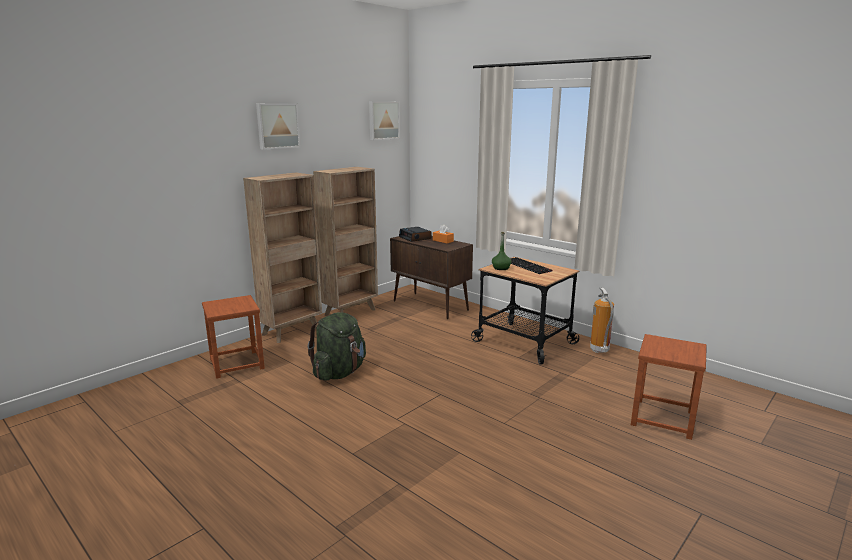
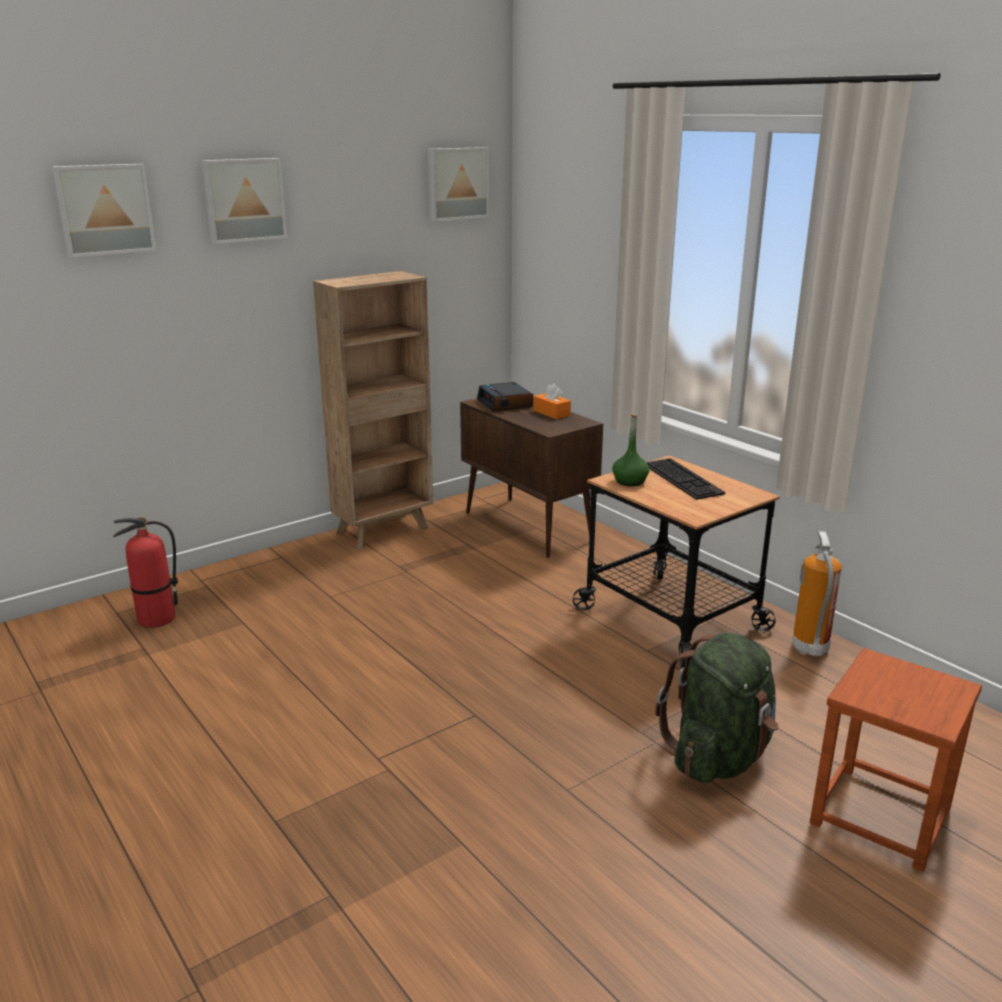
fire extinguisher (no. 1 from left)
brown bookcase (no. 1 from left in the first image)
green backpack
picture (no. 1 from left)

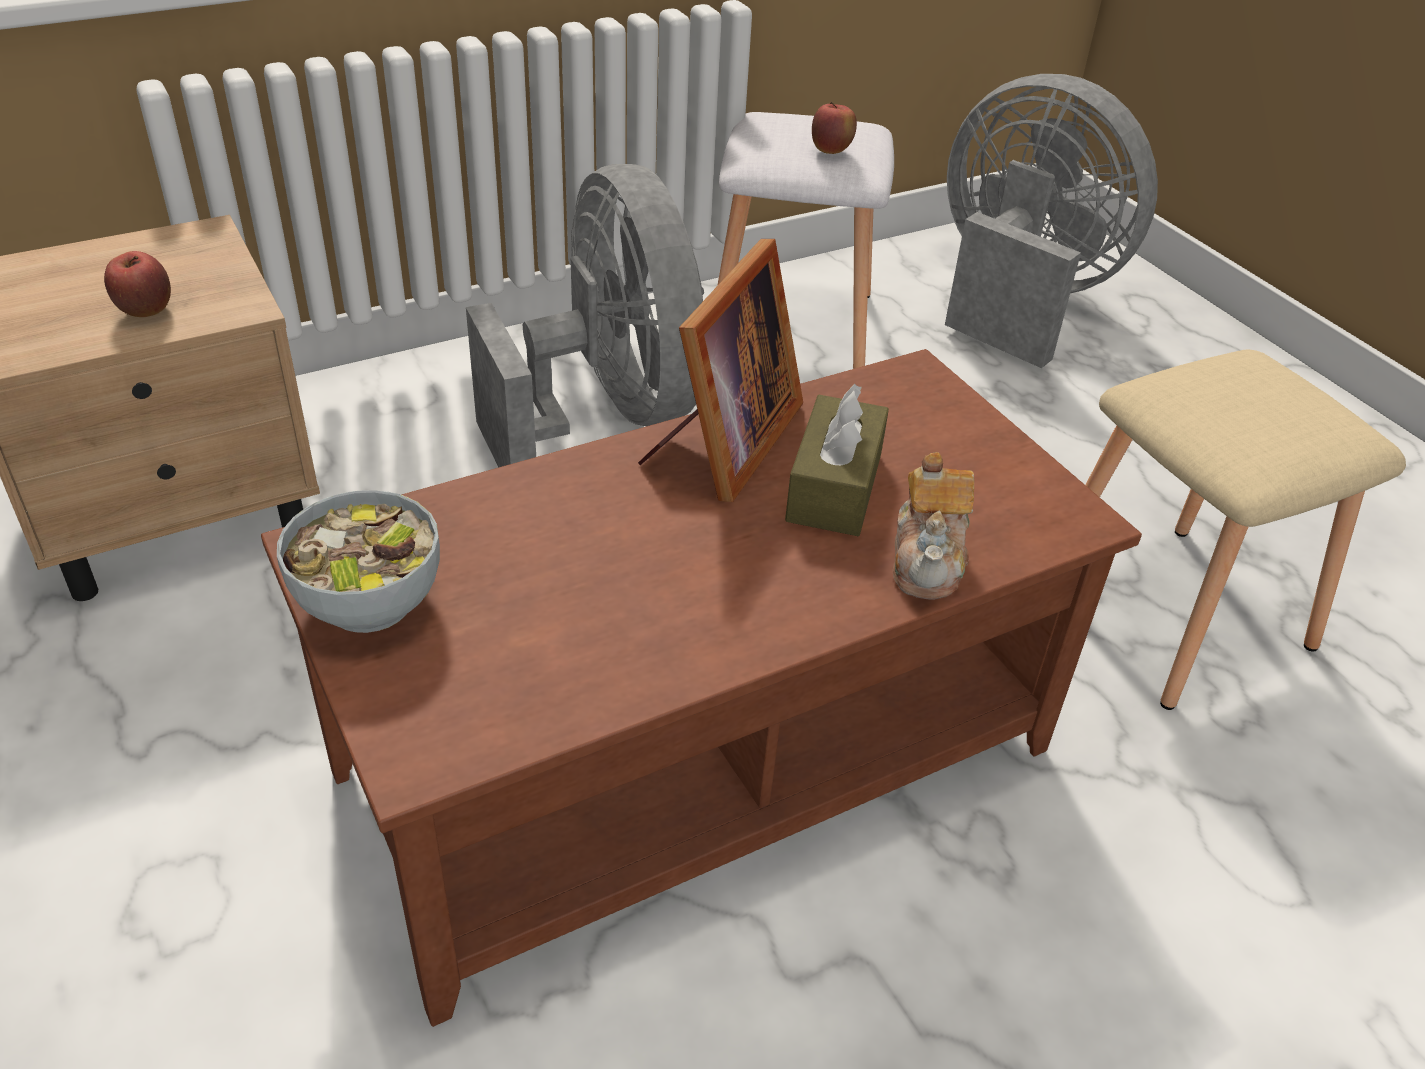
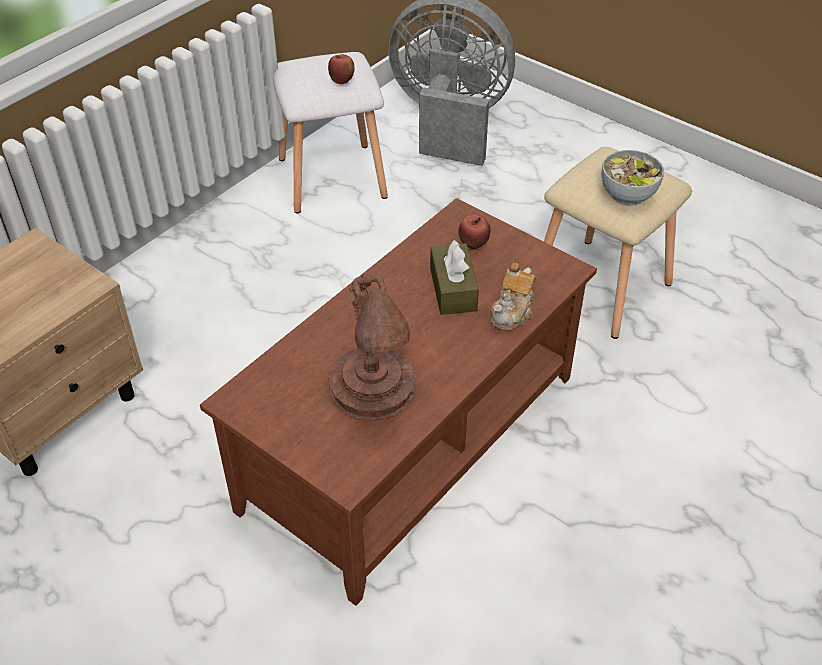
apple (no. 2 from left)
bowl
grey fan (no. 1 from left in the first image)
picture frame
teapot
brown table lamp

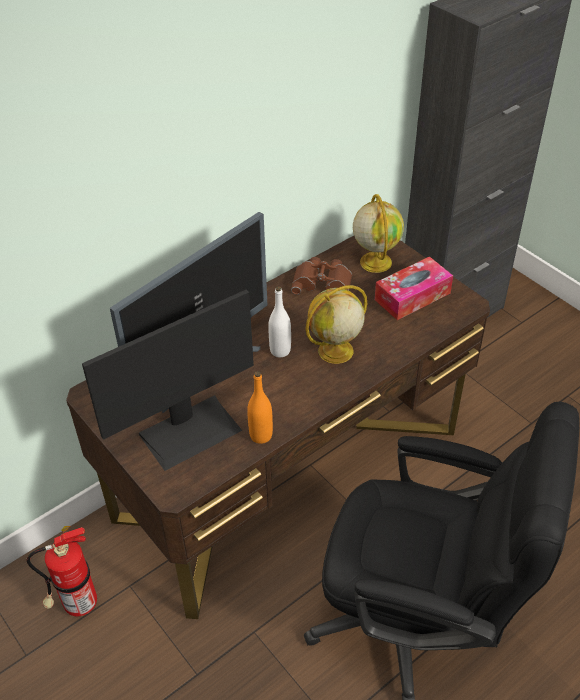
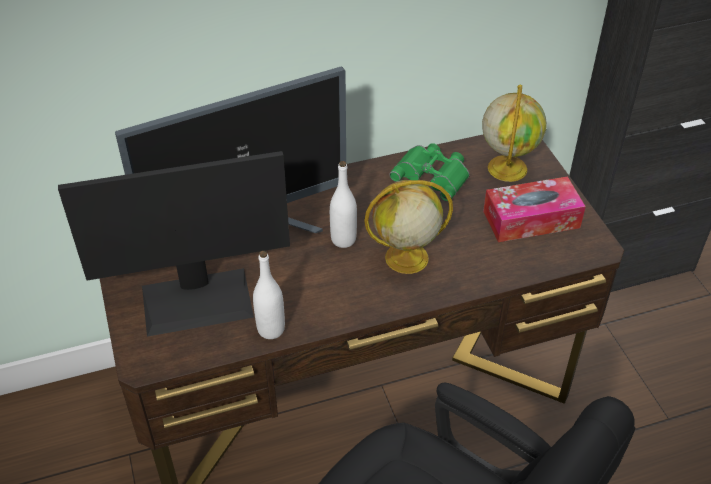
fire extinguisher
white bottle (no. 1 from left)
green binoculars

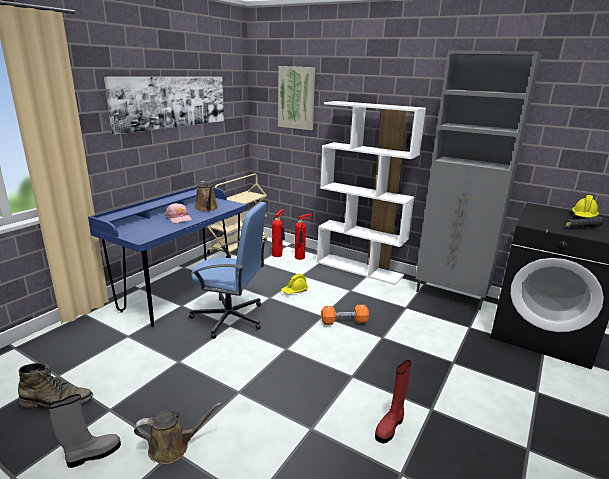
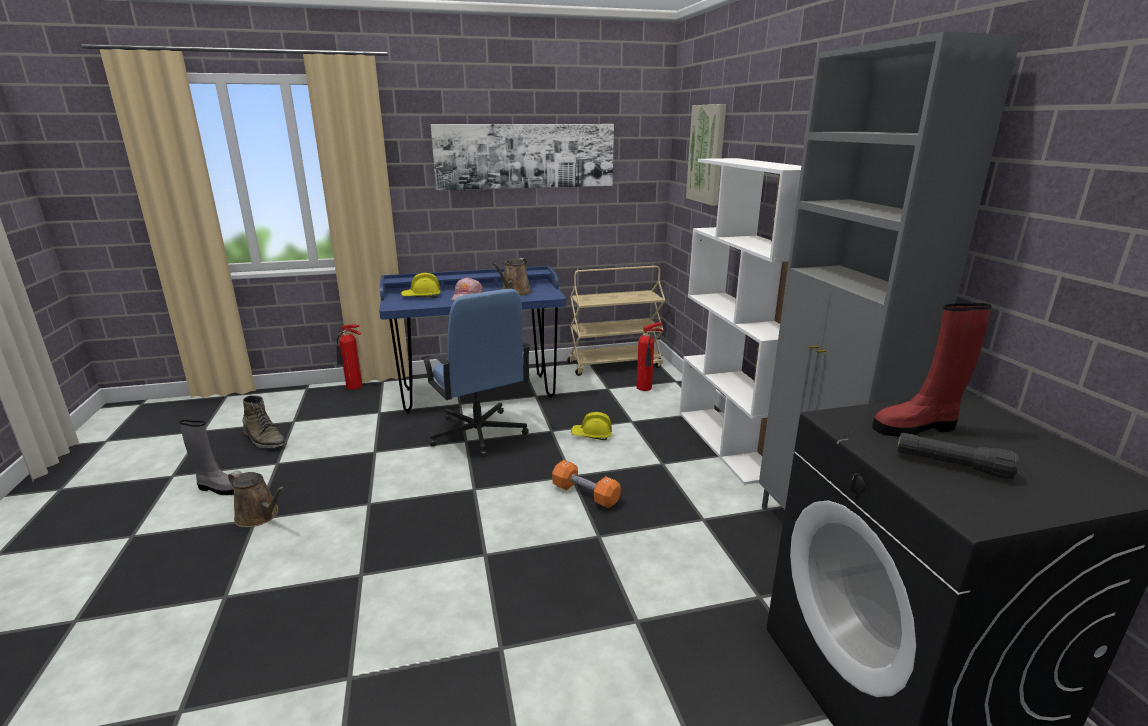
fire extinguisher (no. 1 from left)
red boot
yellow hard hat (no. 1 from left)

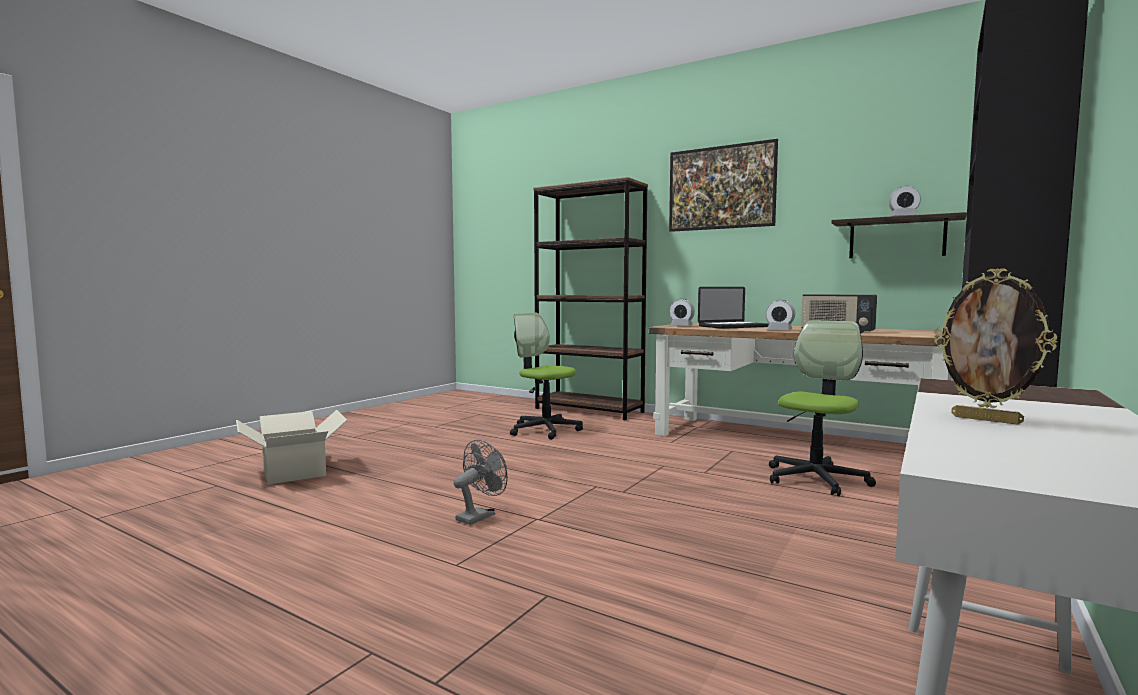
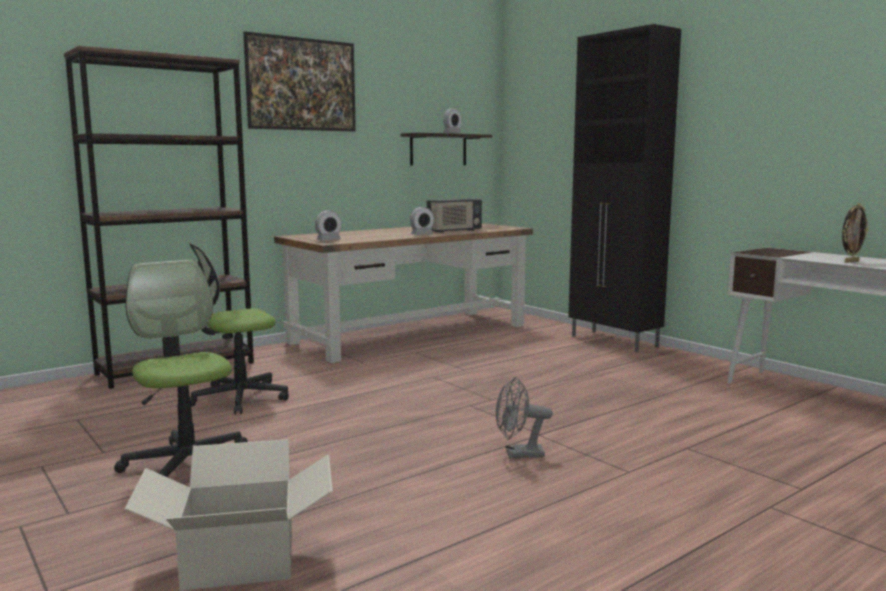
grey fan
laptop
office chair (no. 1 from left)

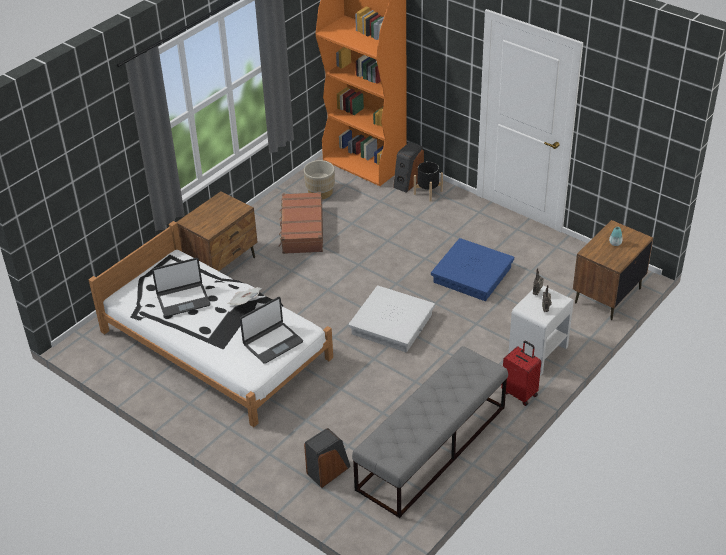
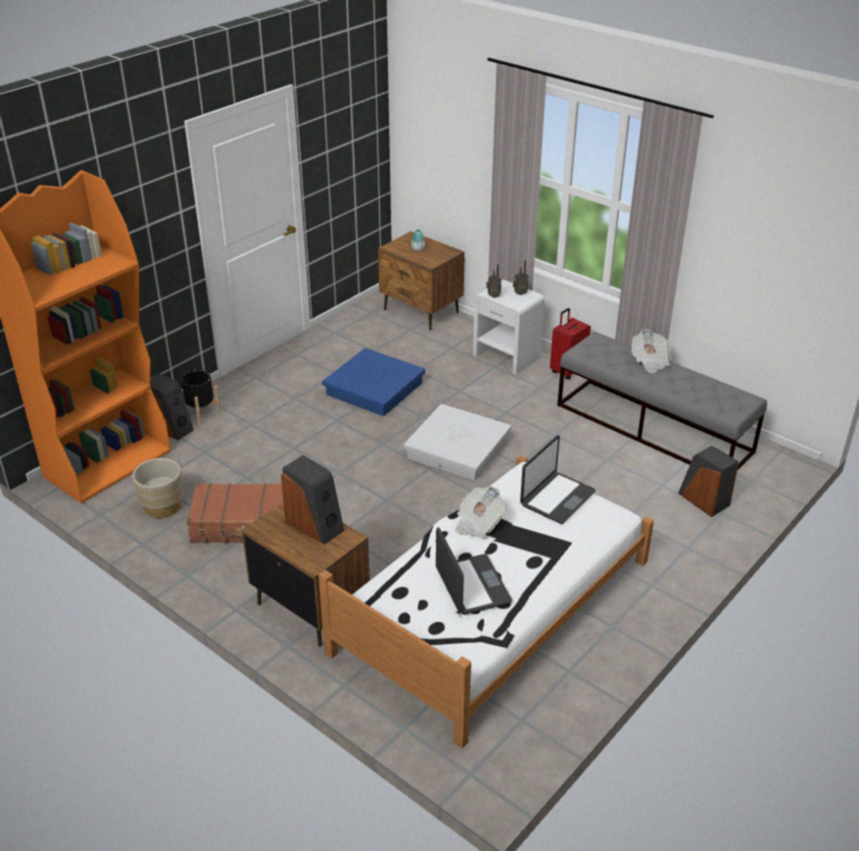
laptop (no. 2 from left)
speaker (no. 2 from left)
newspaper (no. 2 from left)

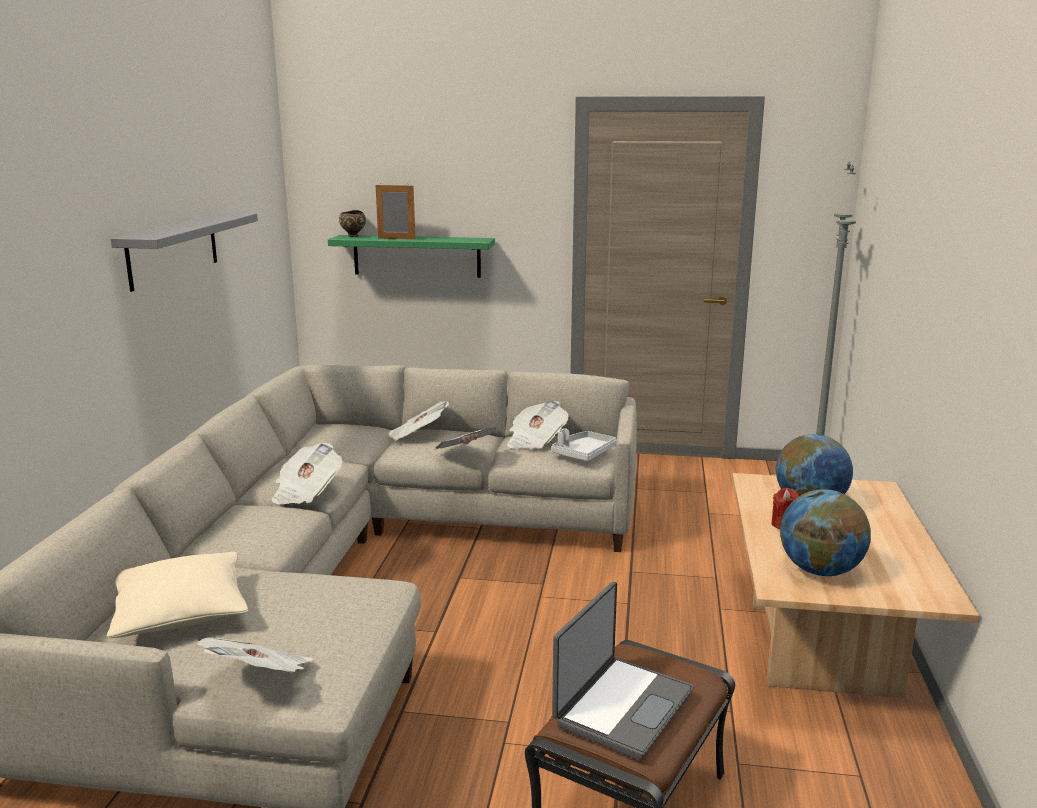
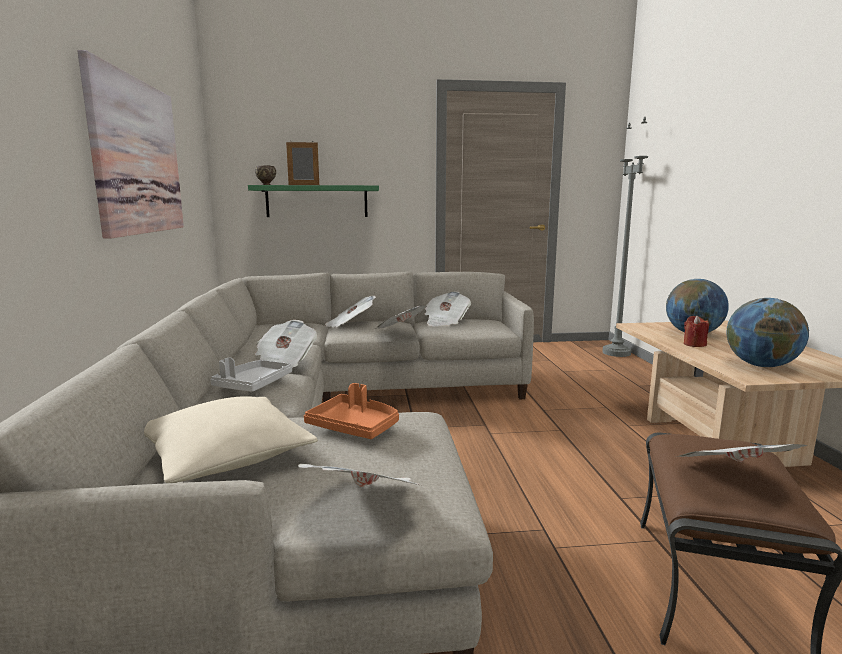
picture
grey tray
newspaper (no. 6 from left)
orange tray

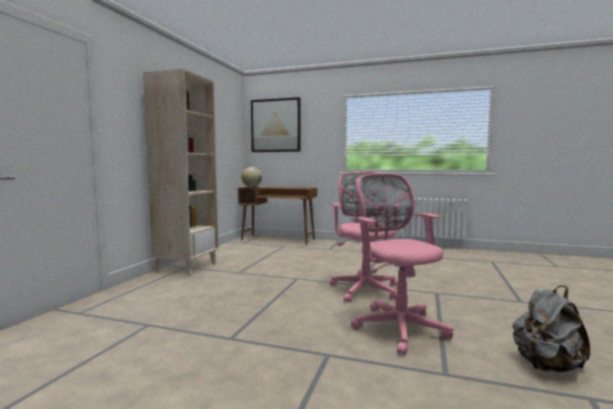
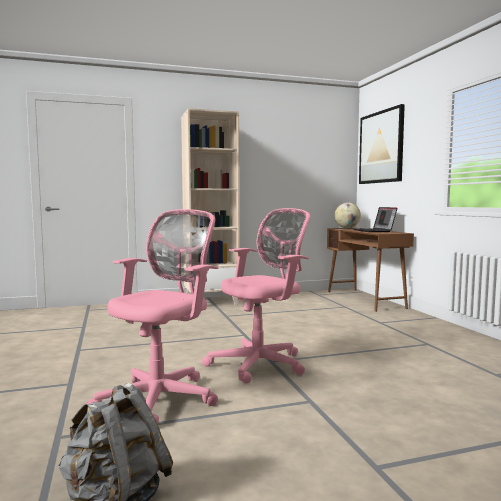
laptop

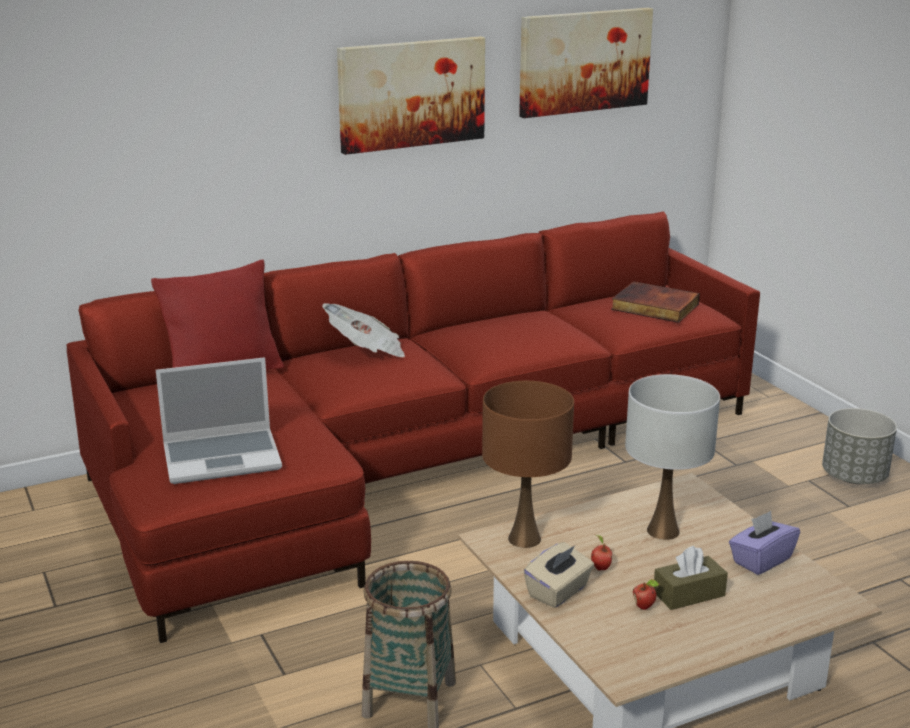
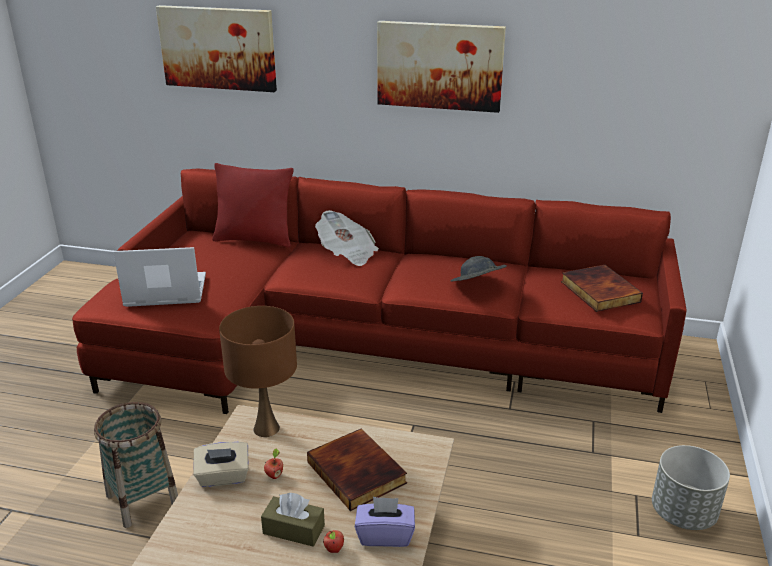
laptop
picture (no. 1 from left)
book (no. 1 from left)
apple (no. 2 from left)
grey hat

